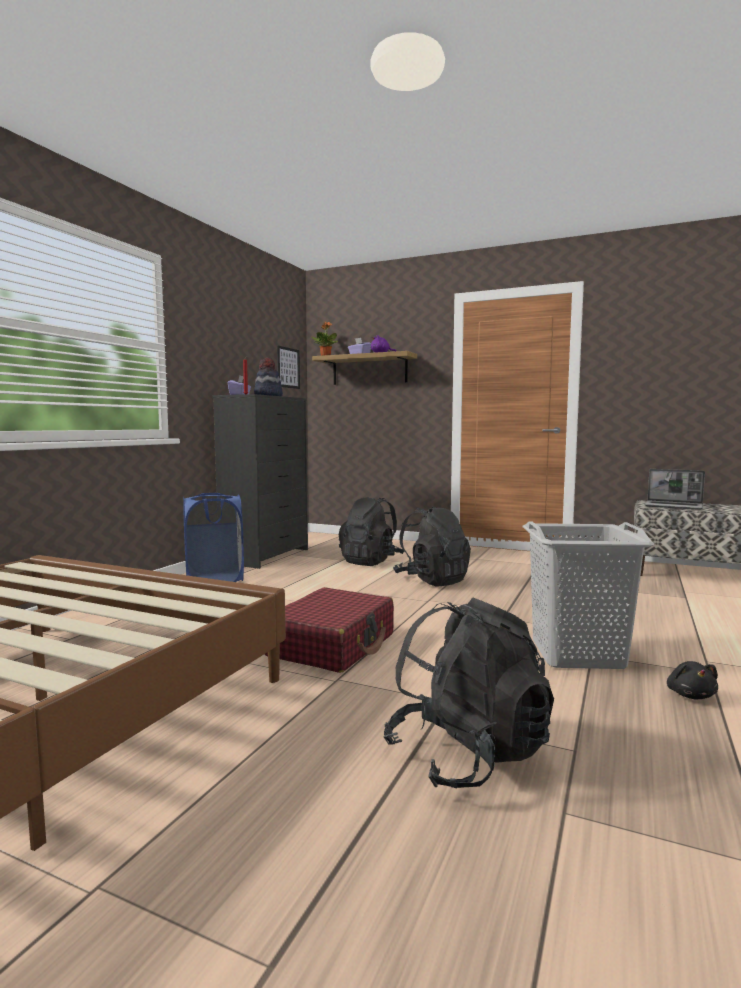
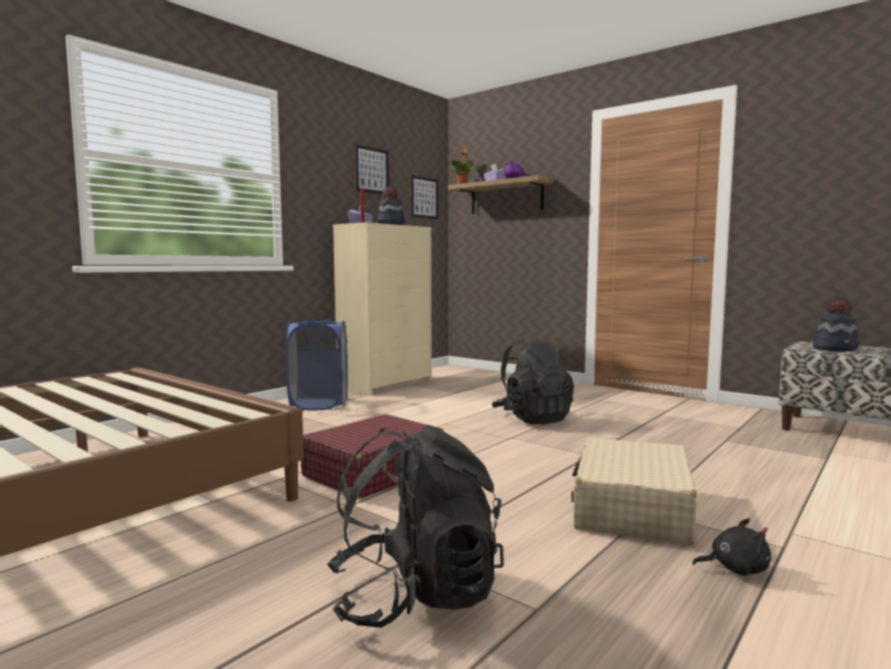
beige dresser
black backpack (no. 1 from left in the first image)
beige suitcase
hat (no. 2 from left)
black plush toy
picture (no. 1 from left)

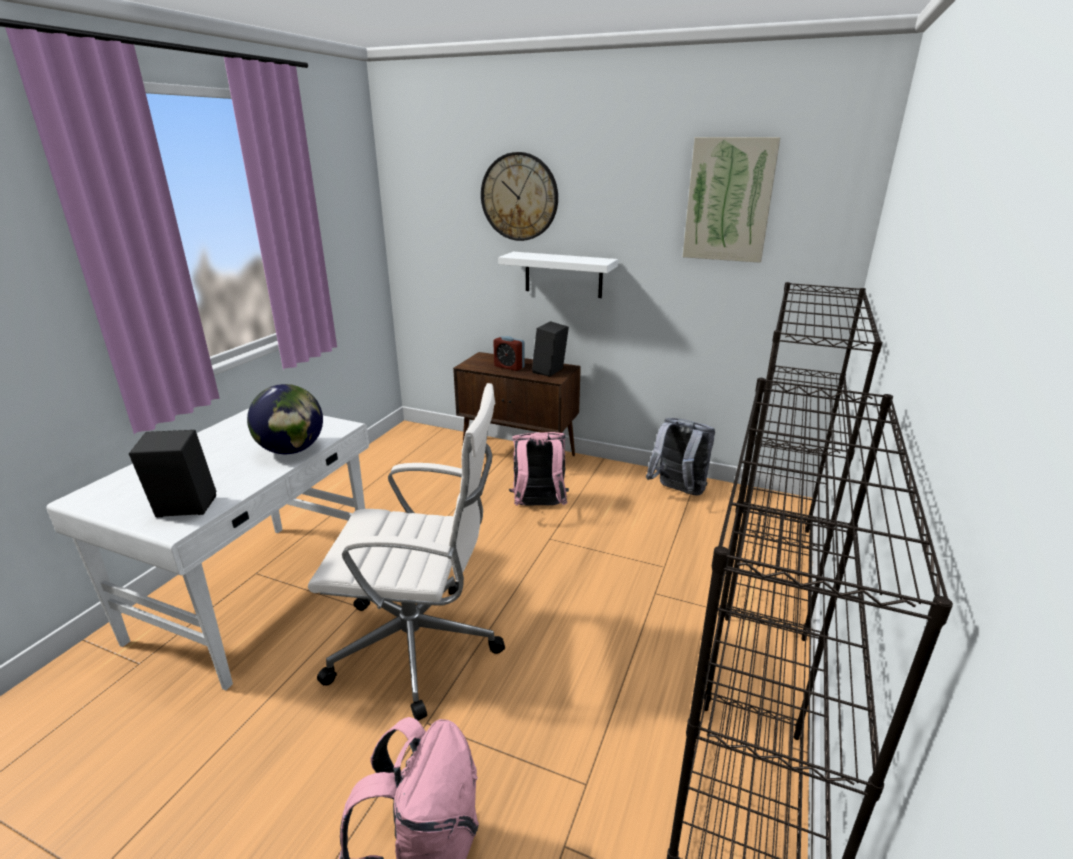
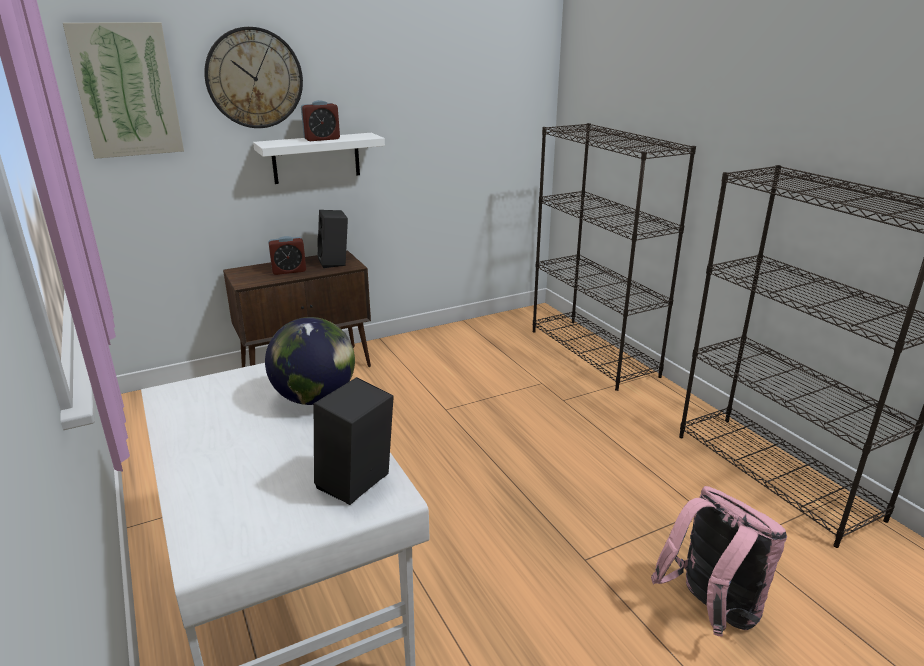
white office chair
pink backpack (no. 2 from left in the first image)
grey backpack
picture
alarm clock (no. 2 from left)

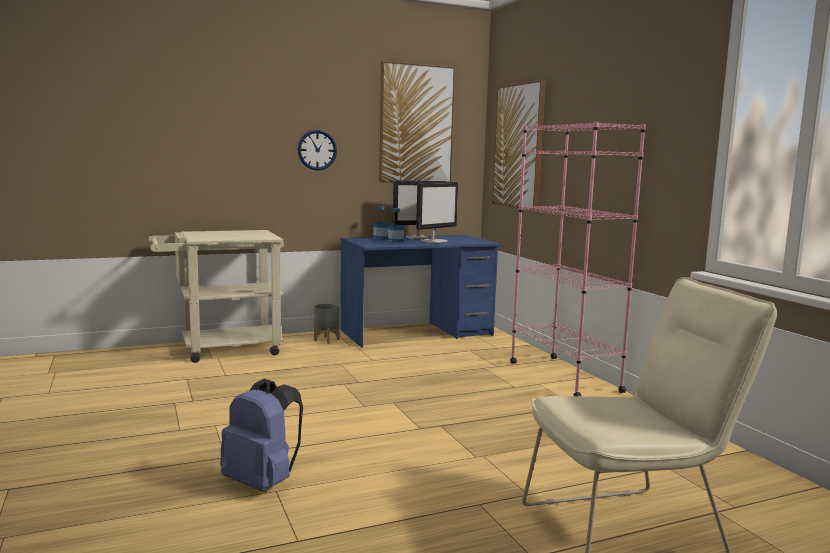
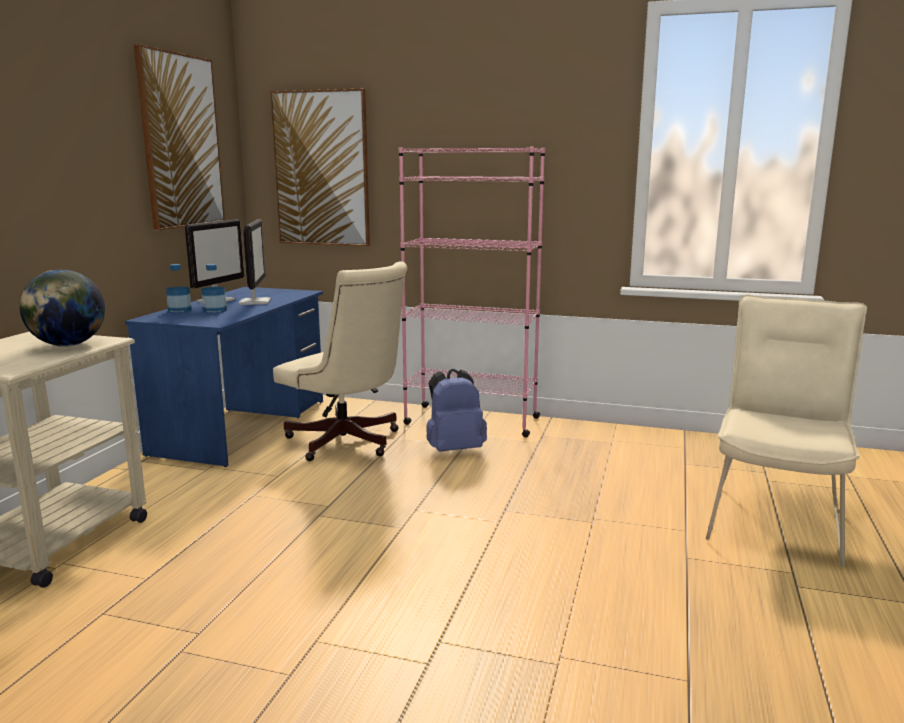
blue backpack
wall clock
grey planter
globe
beige office chair

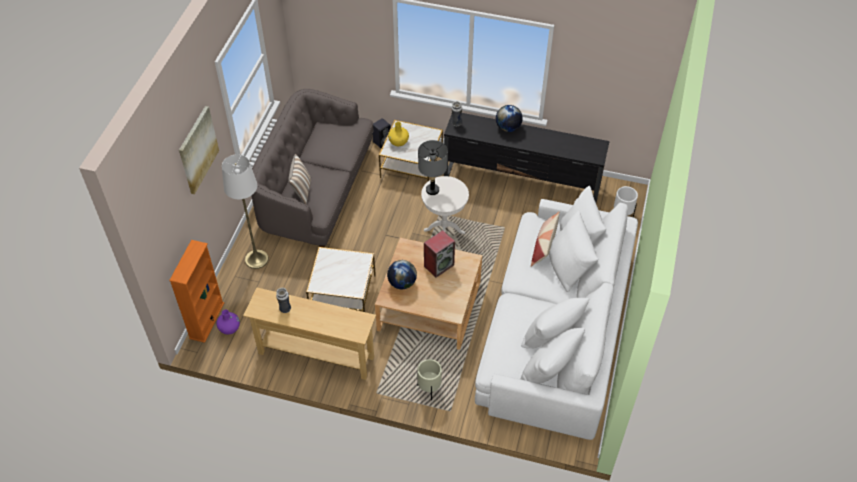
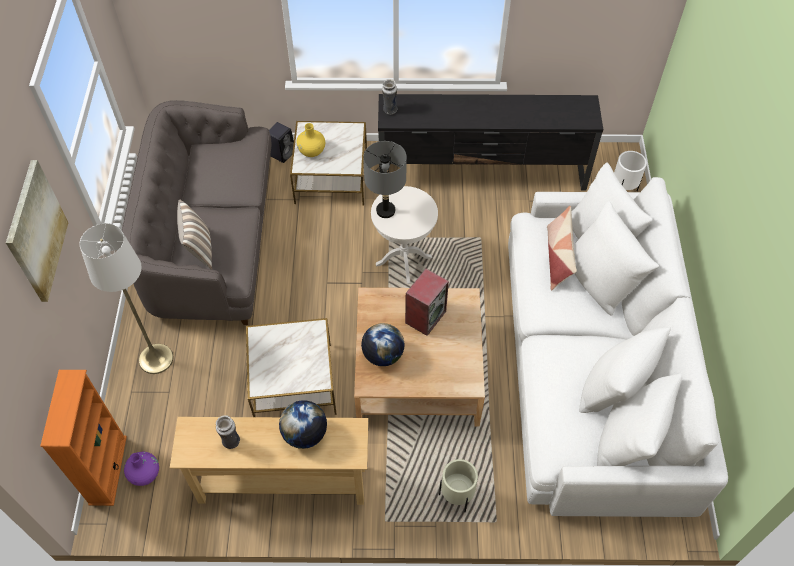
globe (no. 1 from left)

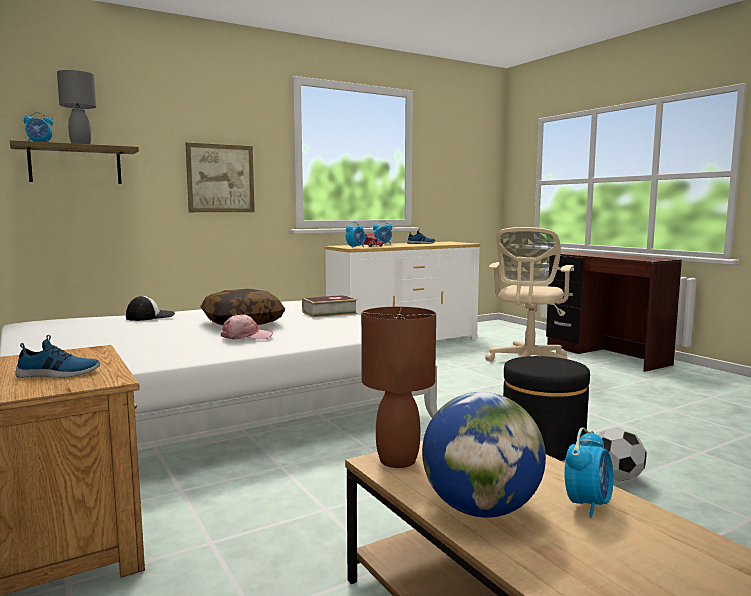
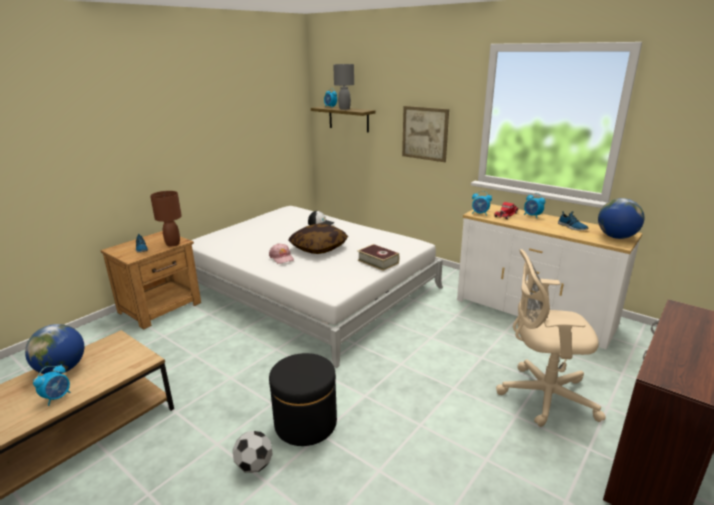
brown table lamp
alarm clock (no. 1 from left)
globe (no. 2 from left)

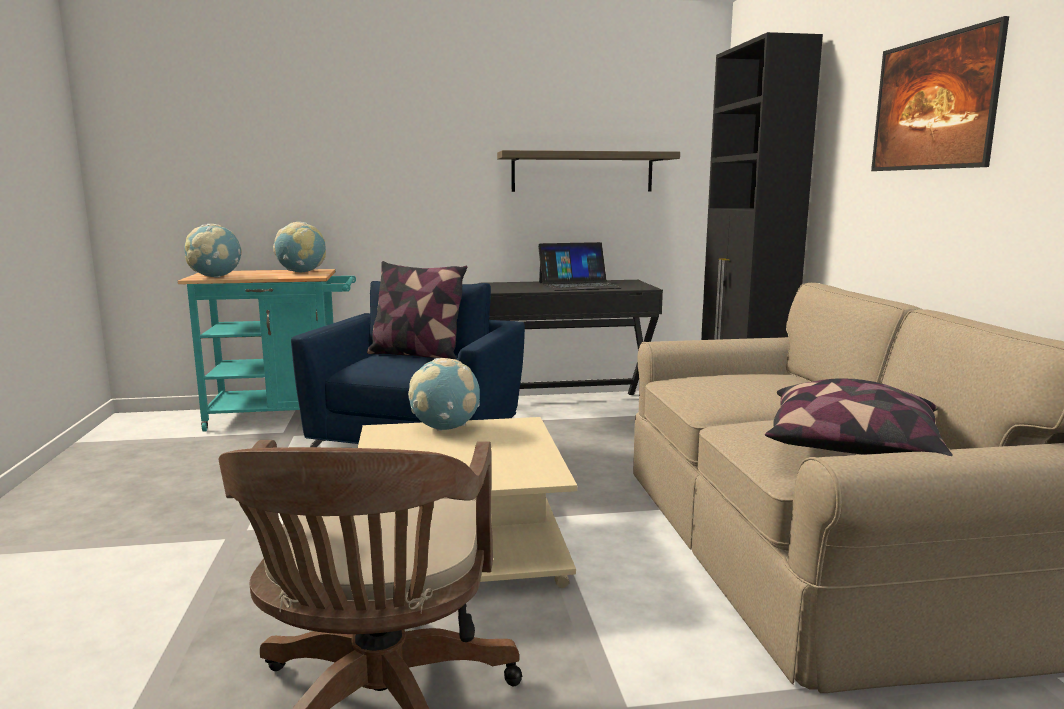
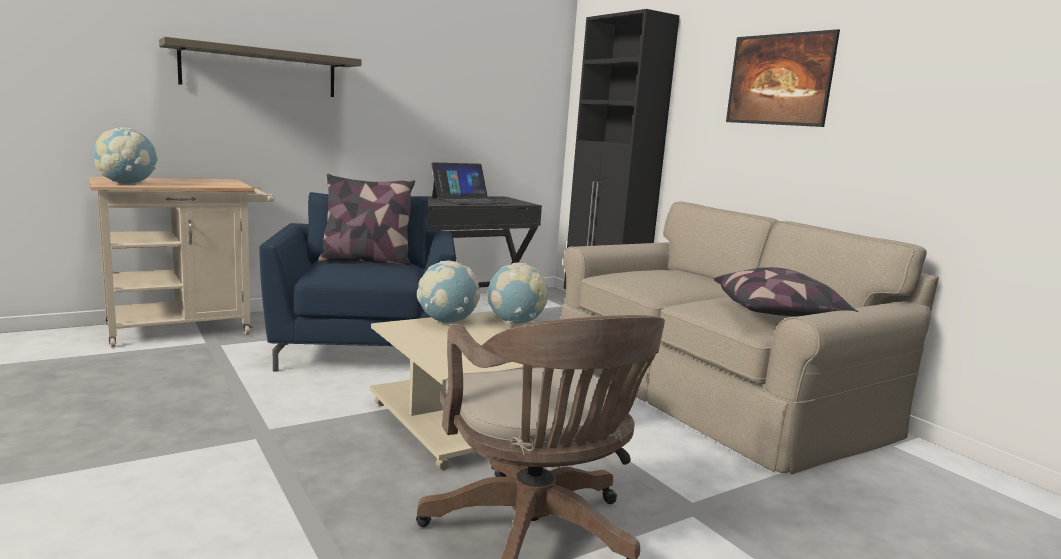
beige cart
globe (no. 3 from left)
shelf

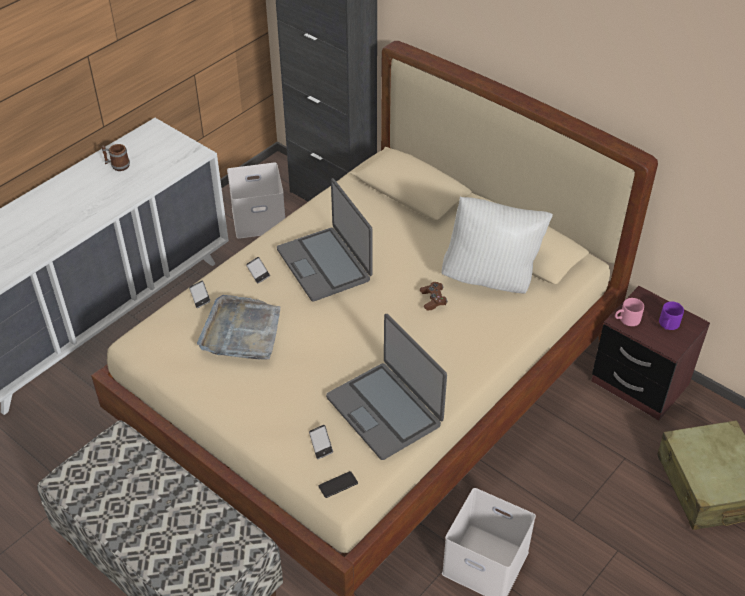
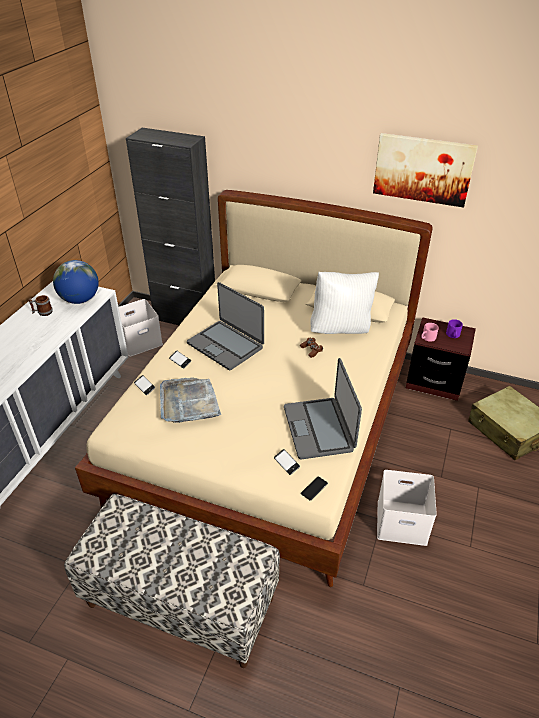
laptop (no. 2 from left)
globe
picture

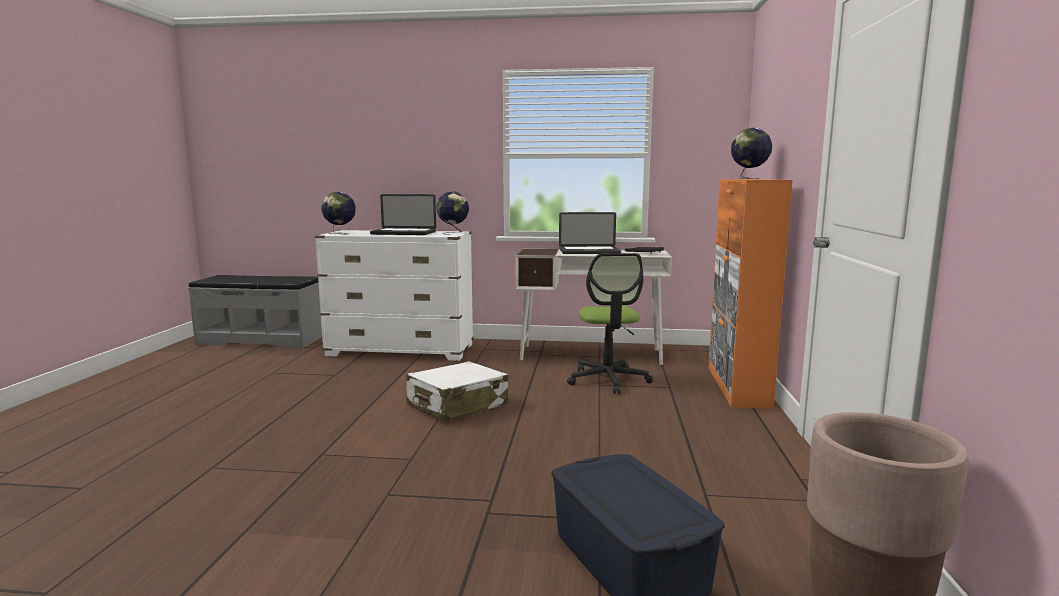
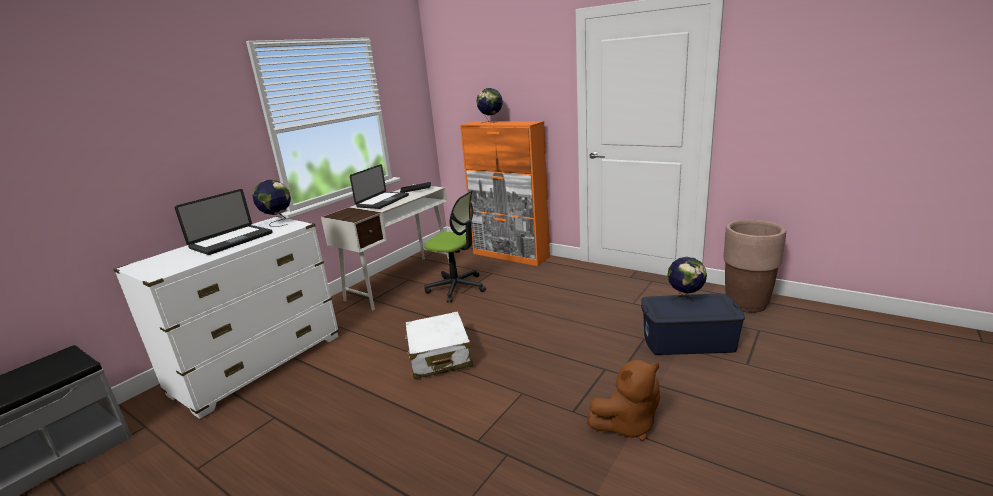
globe (no. 3 from left)
brown plush toy

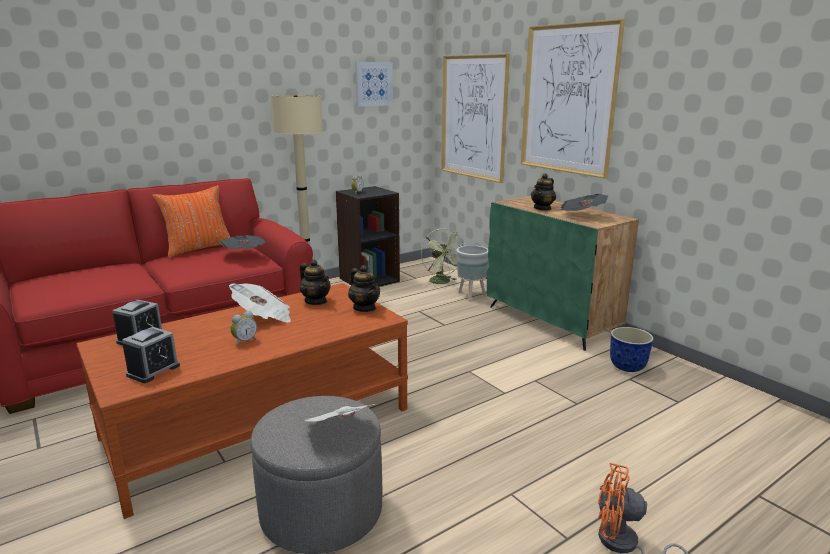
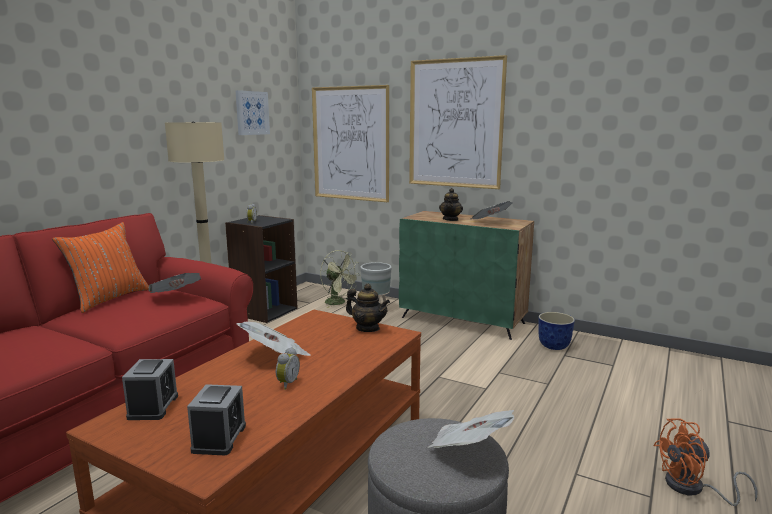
teapot (no. 1 from left in the first image)

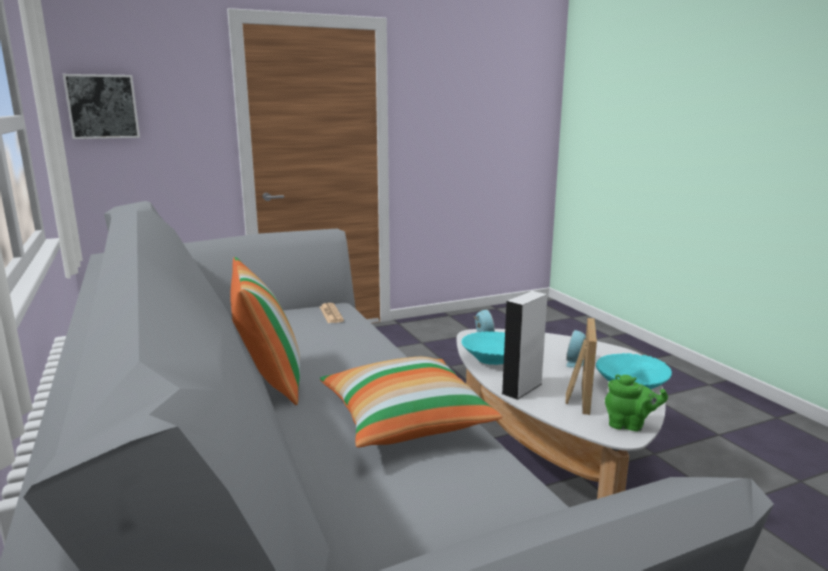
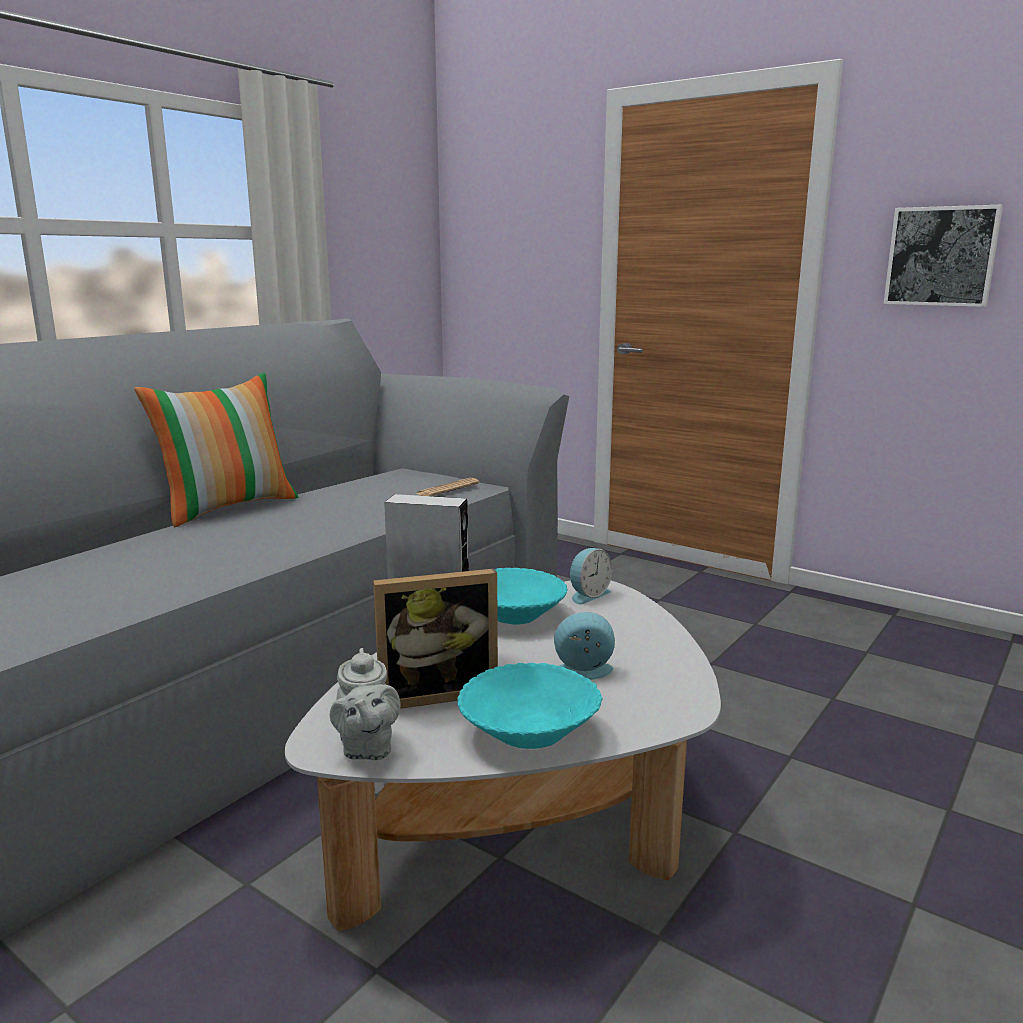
picture
pillow (no. 2 from left in the first image)
grey teapot

